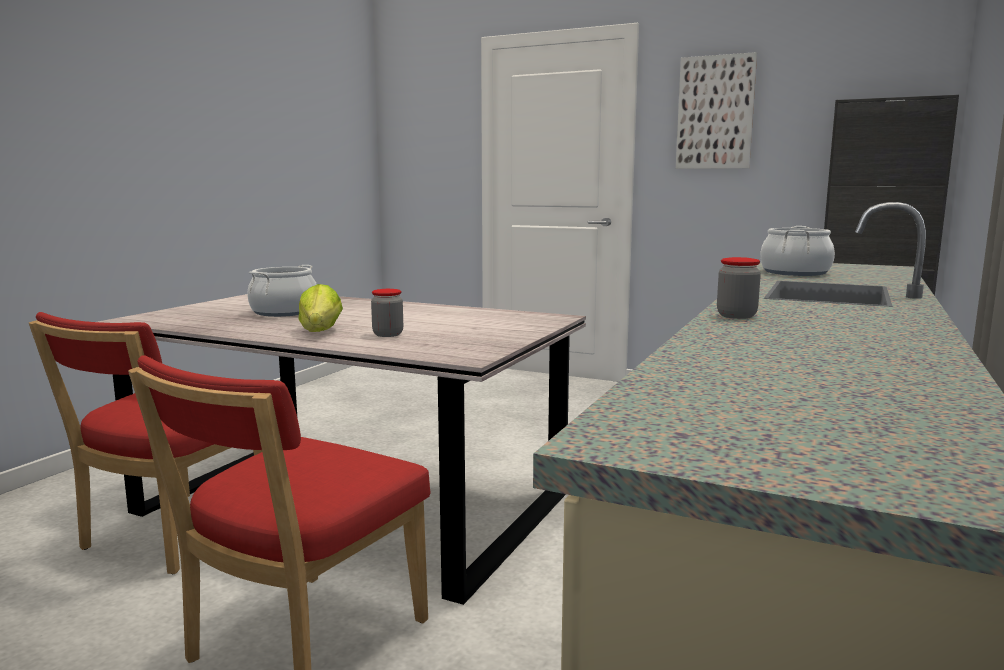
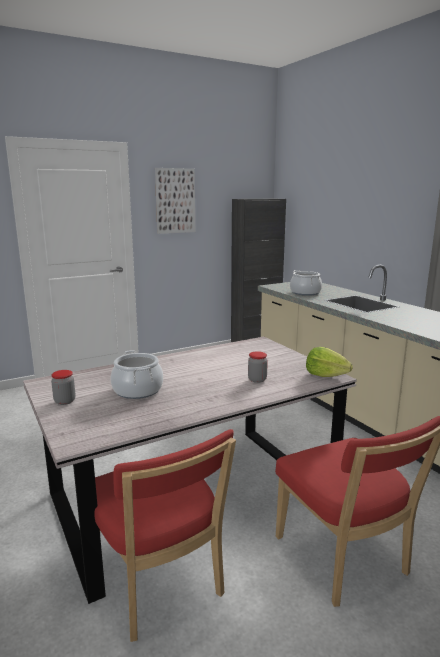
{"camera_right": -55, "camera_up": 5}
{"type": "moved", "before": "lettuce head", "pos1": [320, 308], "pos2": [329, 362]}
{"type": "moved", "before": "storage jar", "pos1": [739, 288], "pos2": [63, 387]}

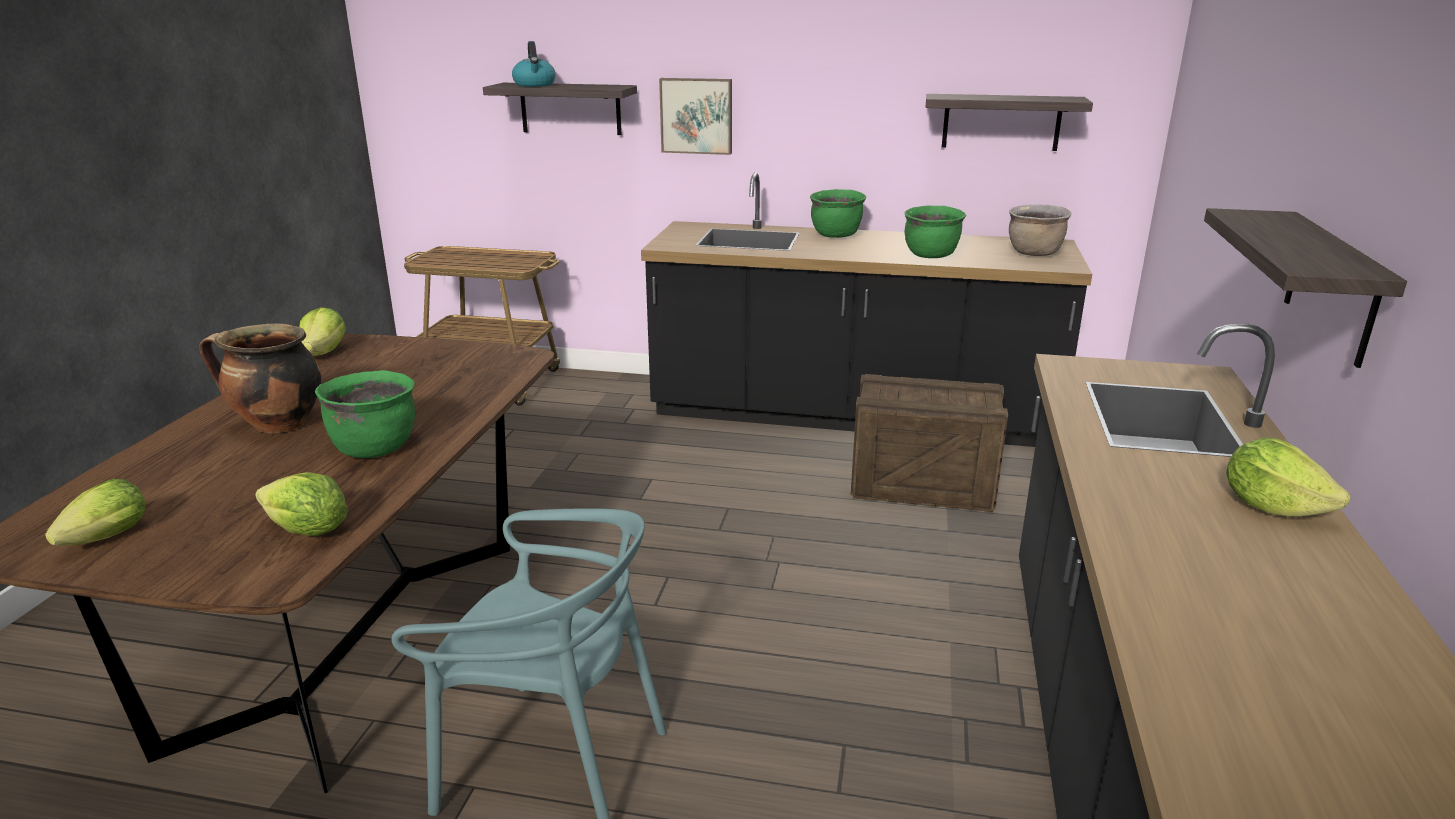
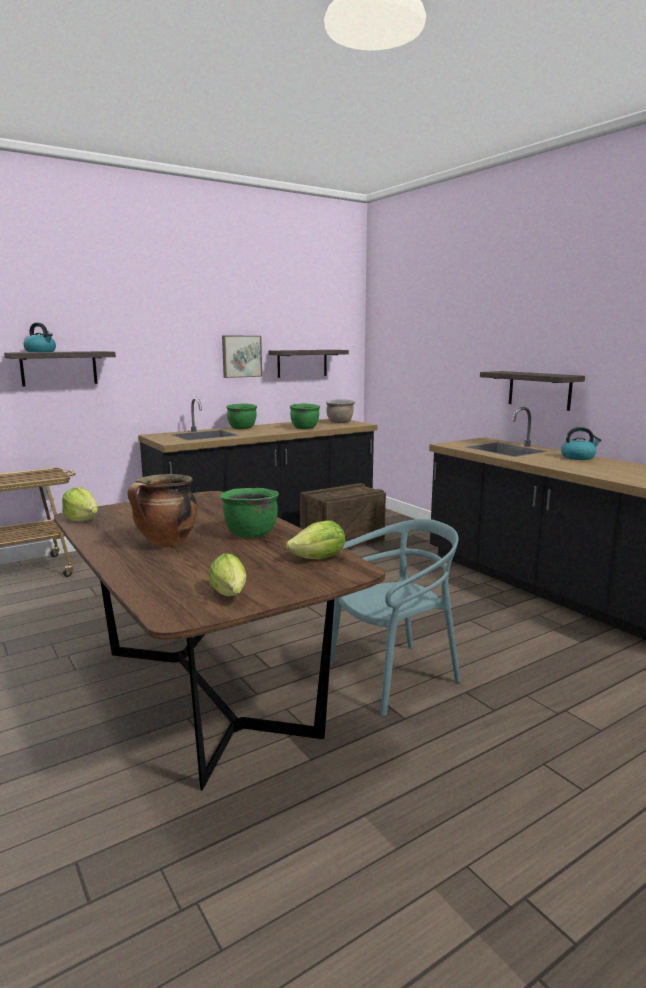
{"camera_right": -45, "camera_up": -10}
{"type": "moved", "before": "wall art", "pos1": [695, 116], "pos2": [242, 357]}
{"type": "replaced", "before": "lettuce head", "after": "kettle", "pos1": [1288, 477], "pos2": [581, 443]}

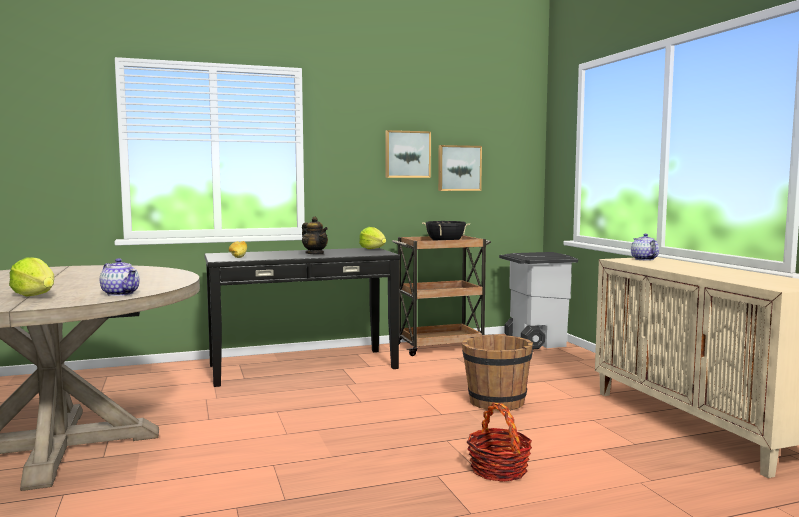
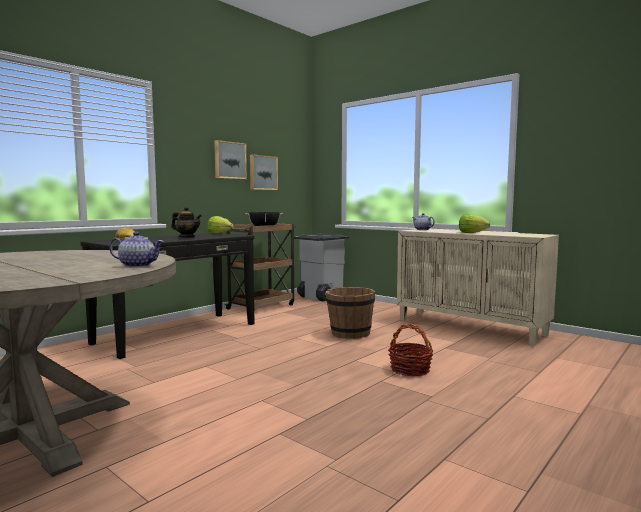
{"camera_right": -30, "camera_up": 0}
{"type": "moved", "before": "lettuce head", "pos1": [31, 277], "pos2": [474, 223]}

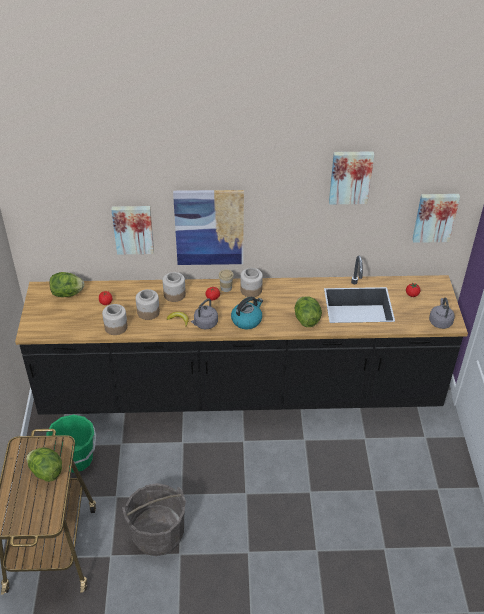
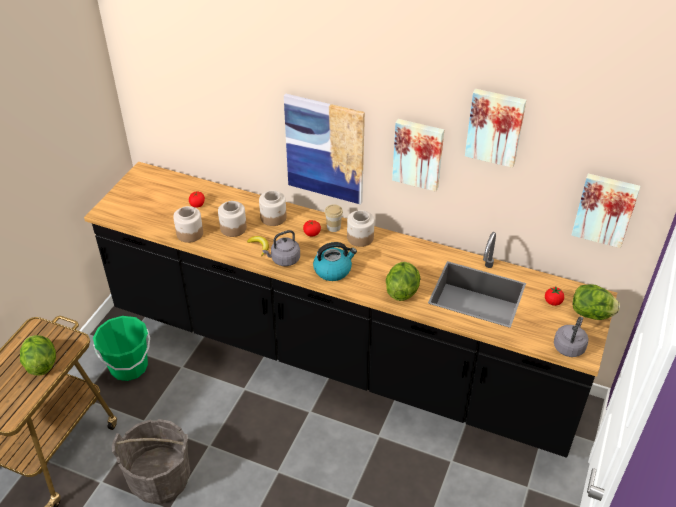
{"camera_right": 25, "camera_up": 0}
{"type": "moved", "before": "lettuce head", "pos1": [66, 284], "pos2": [596, 302]}
{"type": "moved", "before": "wall art", "pos1": [132, 230], "pos2": [418, 155]}

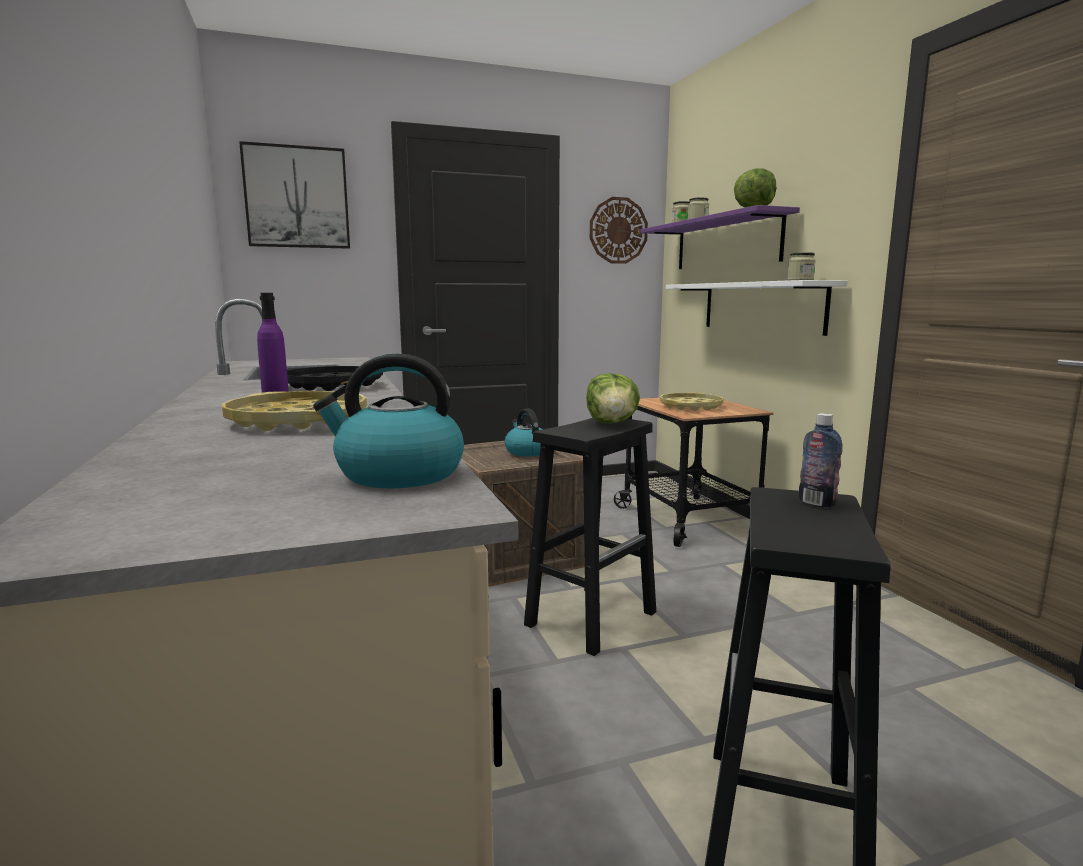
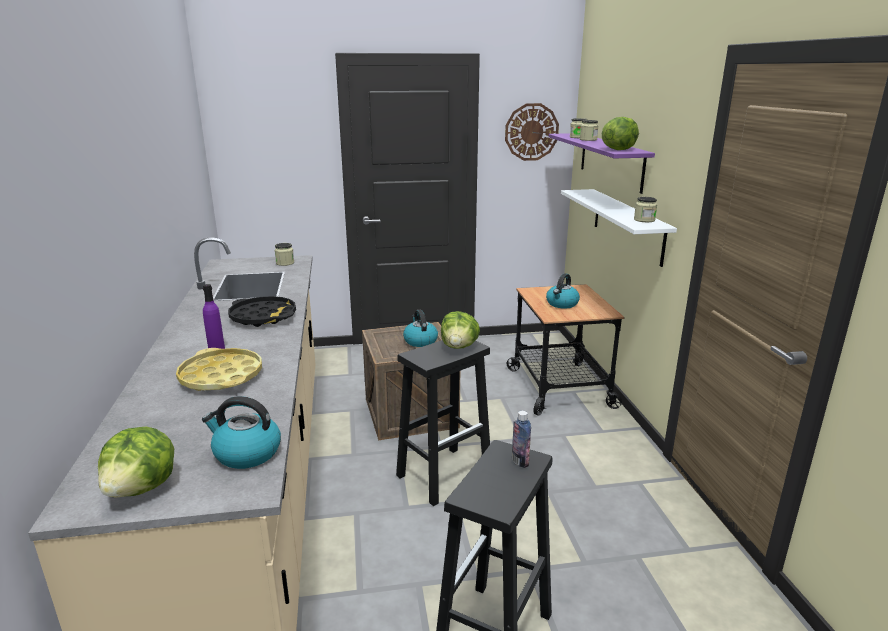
{"camera_right": 10, "camera_up": 10}
{"type": "removed", "before": "wall art", "pos1": [294, 195]}
{"type": "replaced", "before": "yellow carrying tray", "after": "kettle", "pos1": [692, 401], "pos2": [563, 291]}
{"type": "added", "after": "lettuce head", "pos2": [136, 462]}
{"type": "added", "after": "storage jar", "pos2": [284, 254]}

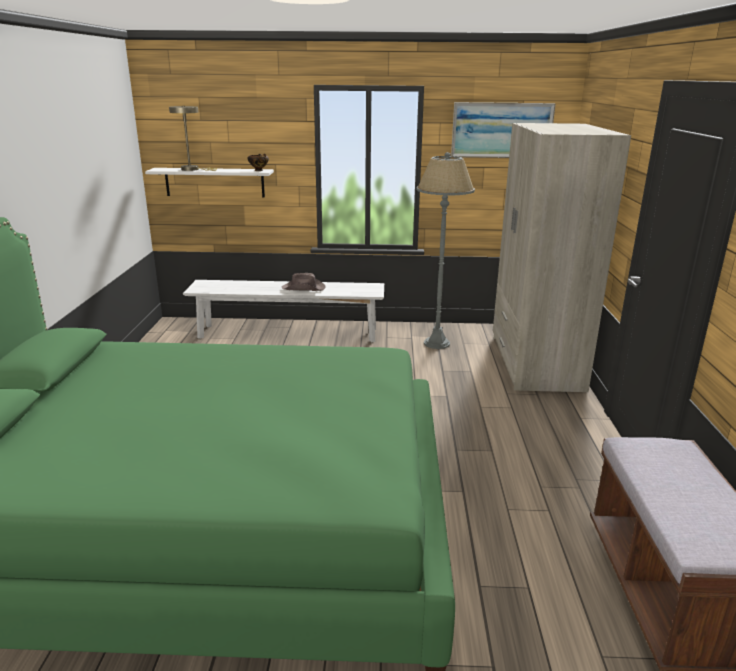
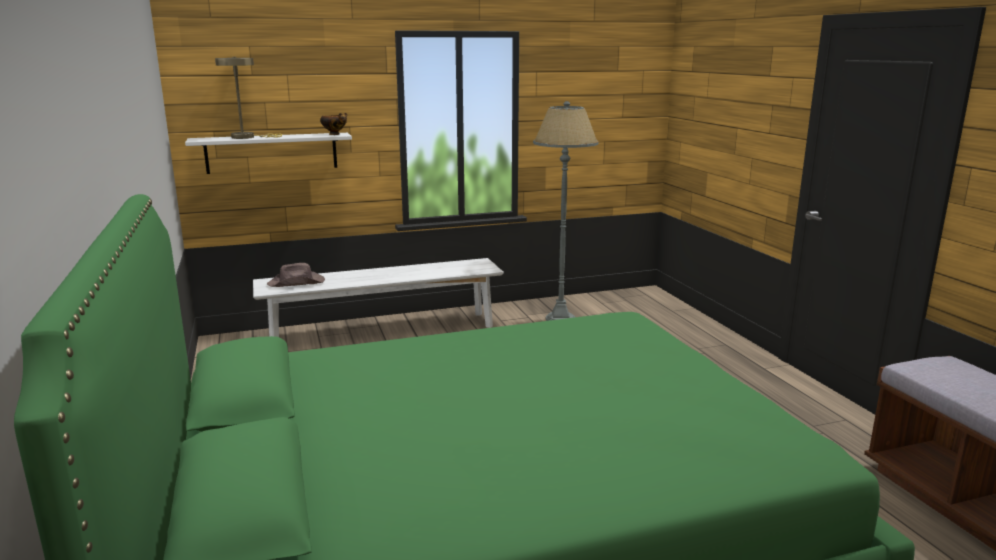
{"camera_right": -20, "camera_up": -5}
{"type": "moved", "before": "brown hat", "pos1": [304, 282], "pos2": [296, 275]}
{"type": "removed", "before": "wall art", "pos1": [503, 130]}
{"type": "removed", "before": "beige-coloured armoire", "pos1": [562, 257]}

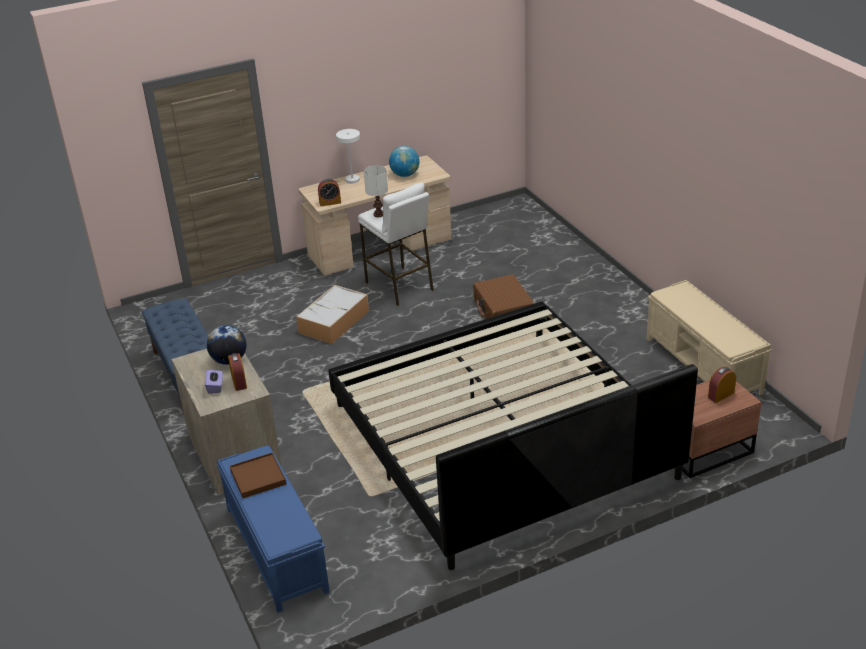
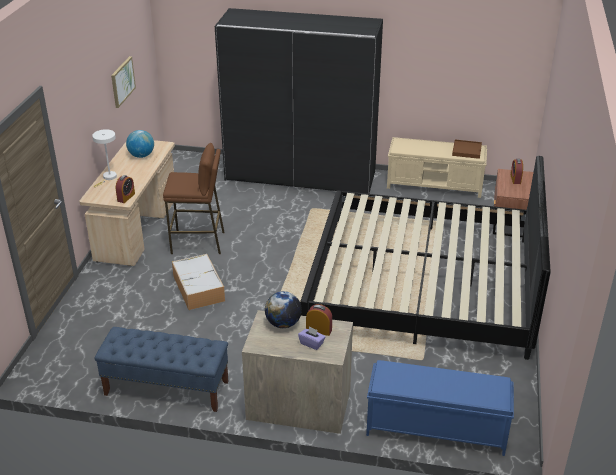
{"camera_right": -55, "camera_up": 0}
{"type": "moved", "before": "brown carrying tray", "pos1": [258, 475], "pos2": [467, 149]}
{"type": "recoloured", "before": "white-coloured sitting stool", "after": "brown sitting stool", "pos1": [396, 244], "pos2": [194, 198]}
{"type": "removed", "before": "white-coloured tabletop lamp", "pos1": [376, 191]}
{"type": "removed", "before": "brown suitcase", "pos1": [504, 296]}
{"type": "added", "after": "wall art", "pos2": [123, 82]}
{"type": "added", "after": "black-coloured armoire", "pos2": [299, 101]}

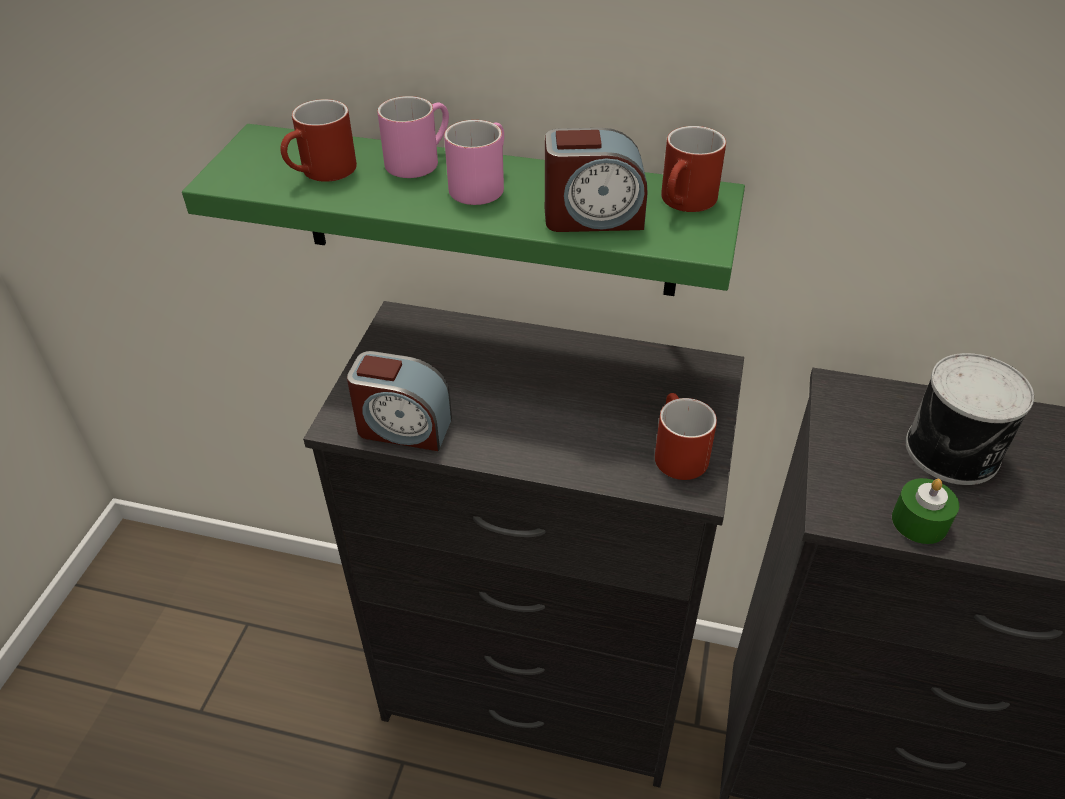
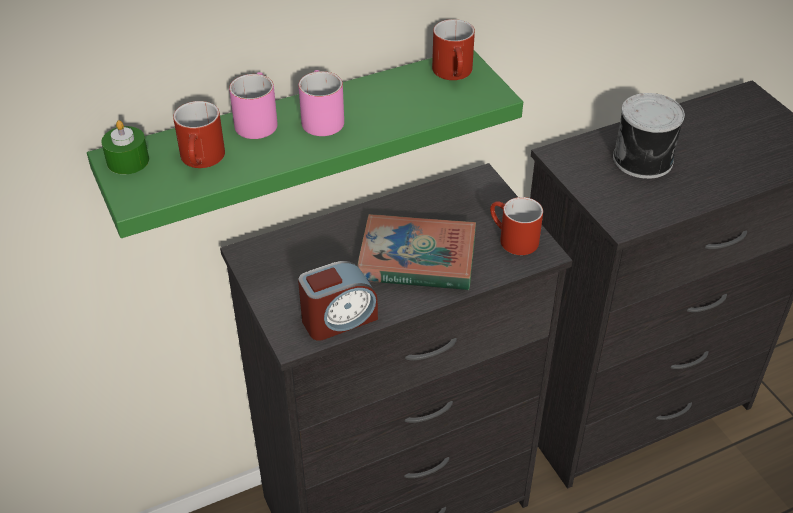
{"camera_right": -40, "camera_up": 0}
{"type": "removed", "before": "table clock", "pos1": [596, 180]}
{"type": "moved", "before": "green-coloured wax candle", "pos1": [925, 511], "pos2": [125, 147]}
{"type": "added", "after": "book", "pos2": [416, 252]}

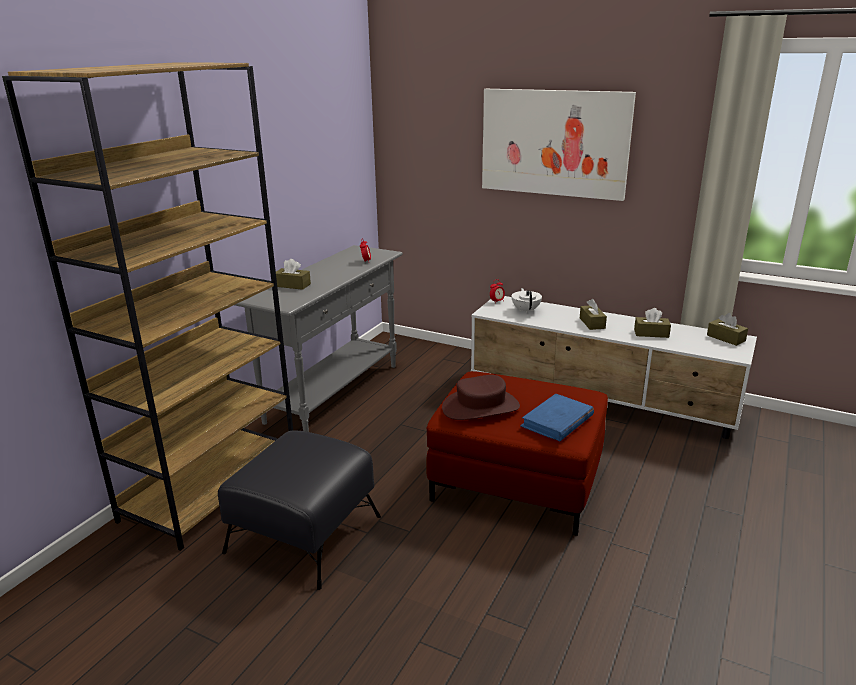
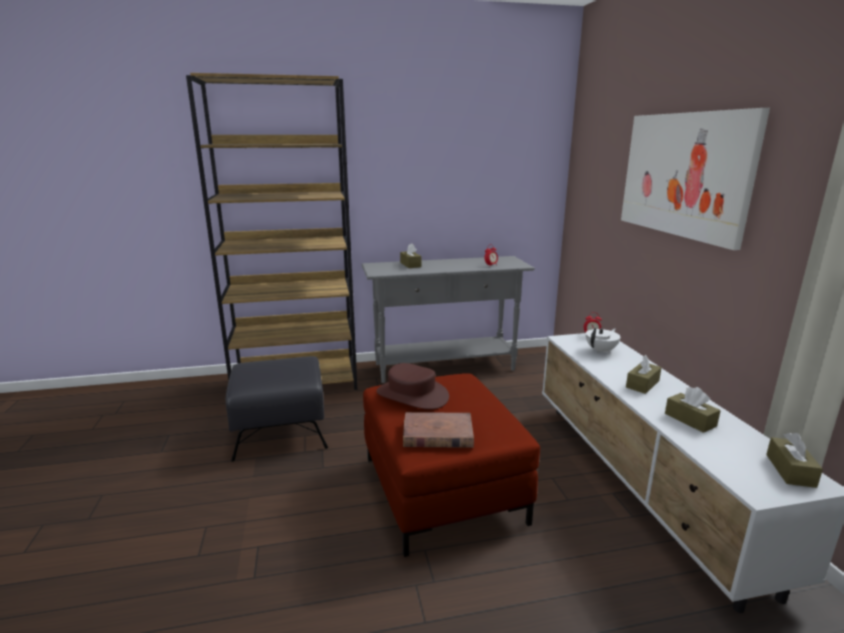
{"camera_right": 50, "camera_up": -5}
{"type": "recoloured", "before": "blue-coloured book", "after": "brown book", "pos1": [557, 417], "pos2": [438, 430]}

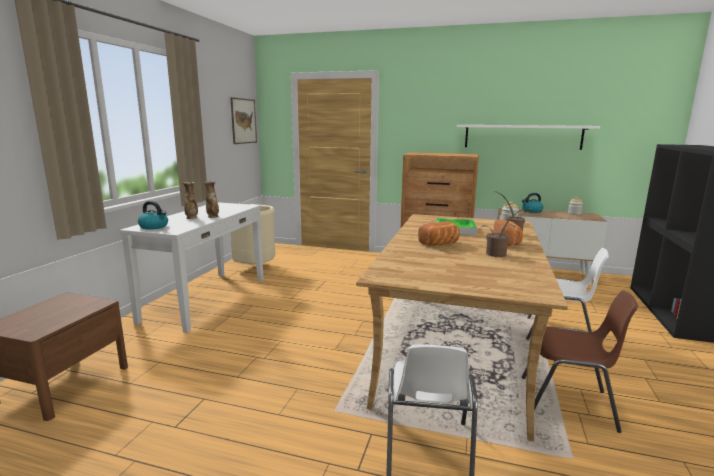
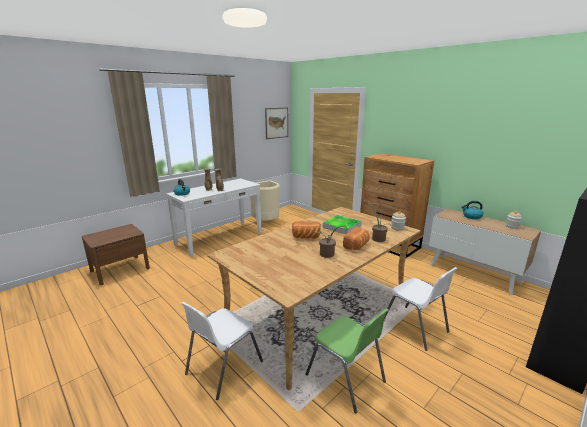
{"camera_right": 30, "camera_up": 5}
{"type": "removed", "before": "white-coloured wall shelf", "pos1": [528, 137]}
{"type": "recoloured", "before": "brown plain chair", "after": "green-coloured plain chair", "pos1": [580, 361], "pos2": [347, 360]}

